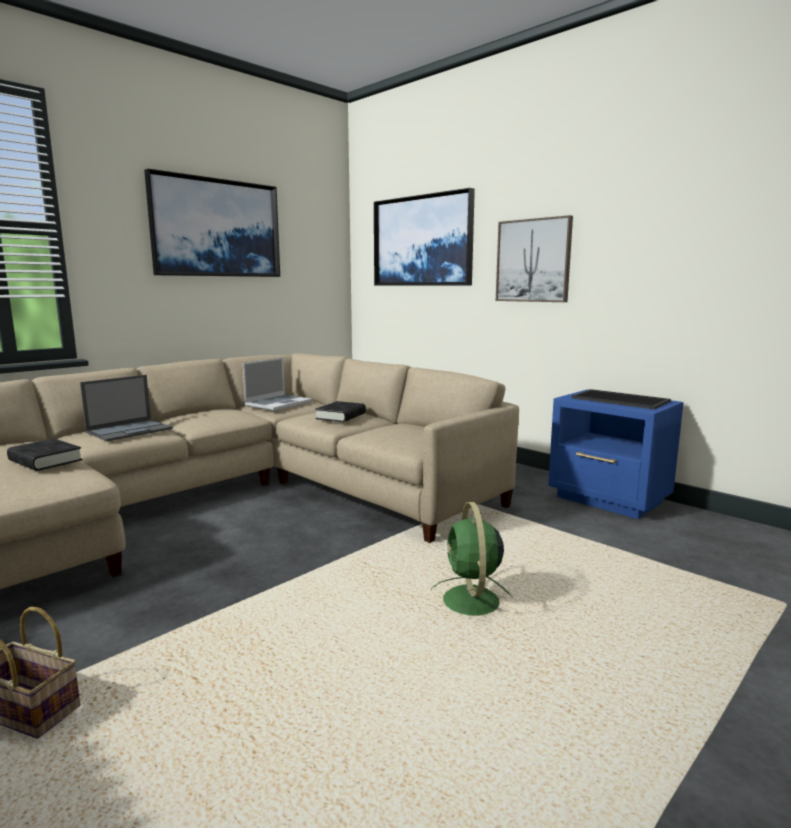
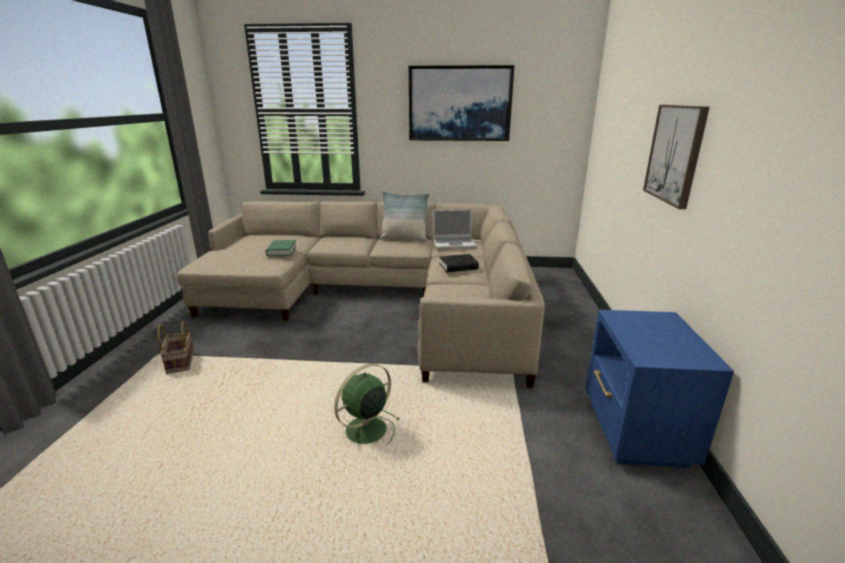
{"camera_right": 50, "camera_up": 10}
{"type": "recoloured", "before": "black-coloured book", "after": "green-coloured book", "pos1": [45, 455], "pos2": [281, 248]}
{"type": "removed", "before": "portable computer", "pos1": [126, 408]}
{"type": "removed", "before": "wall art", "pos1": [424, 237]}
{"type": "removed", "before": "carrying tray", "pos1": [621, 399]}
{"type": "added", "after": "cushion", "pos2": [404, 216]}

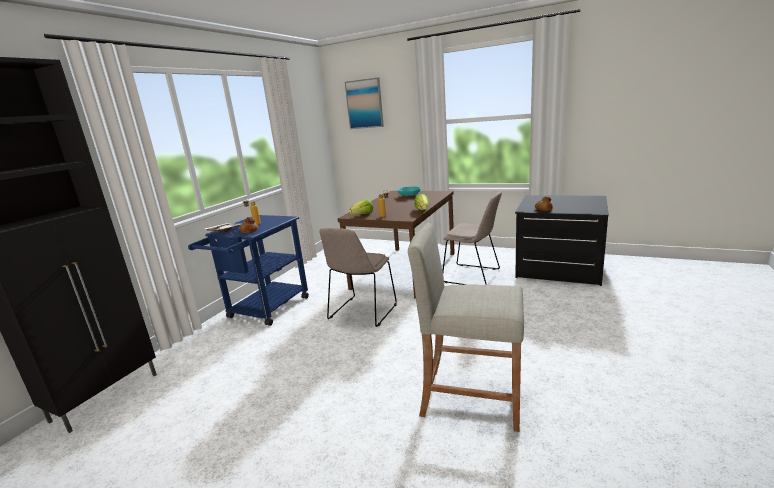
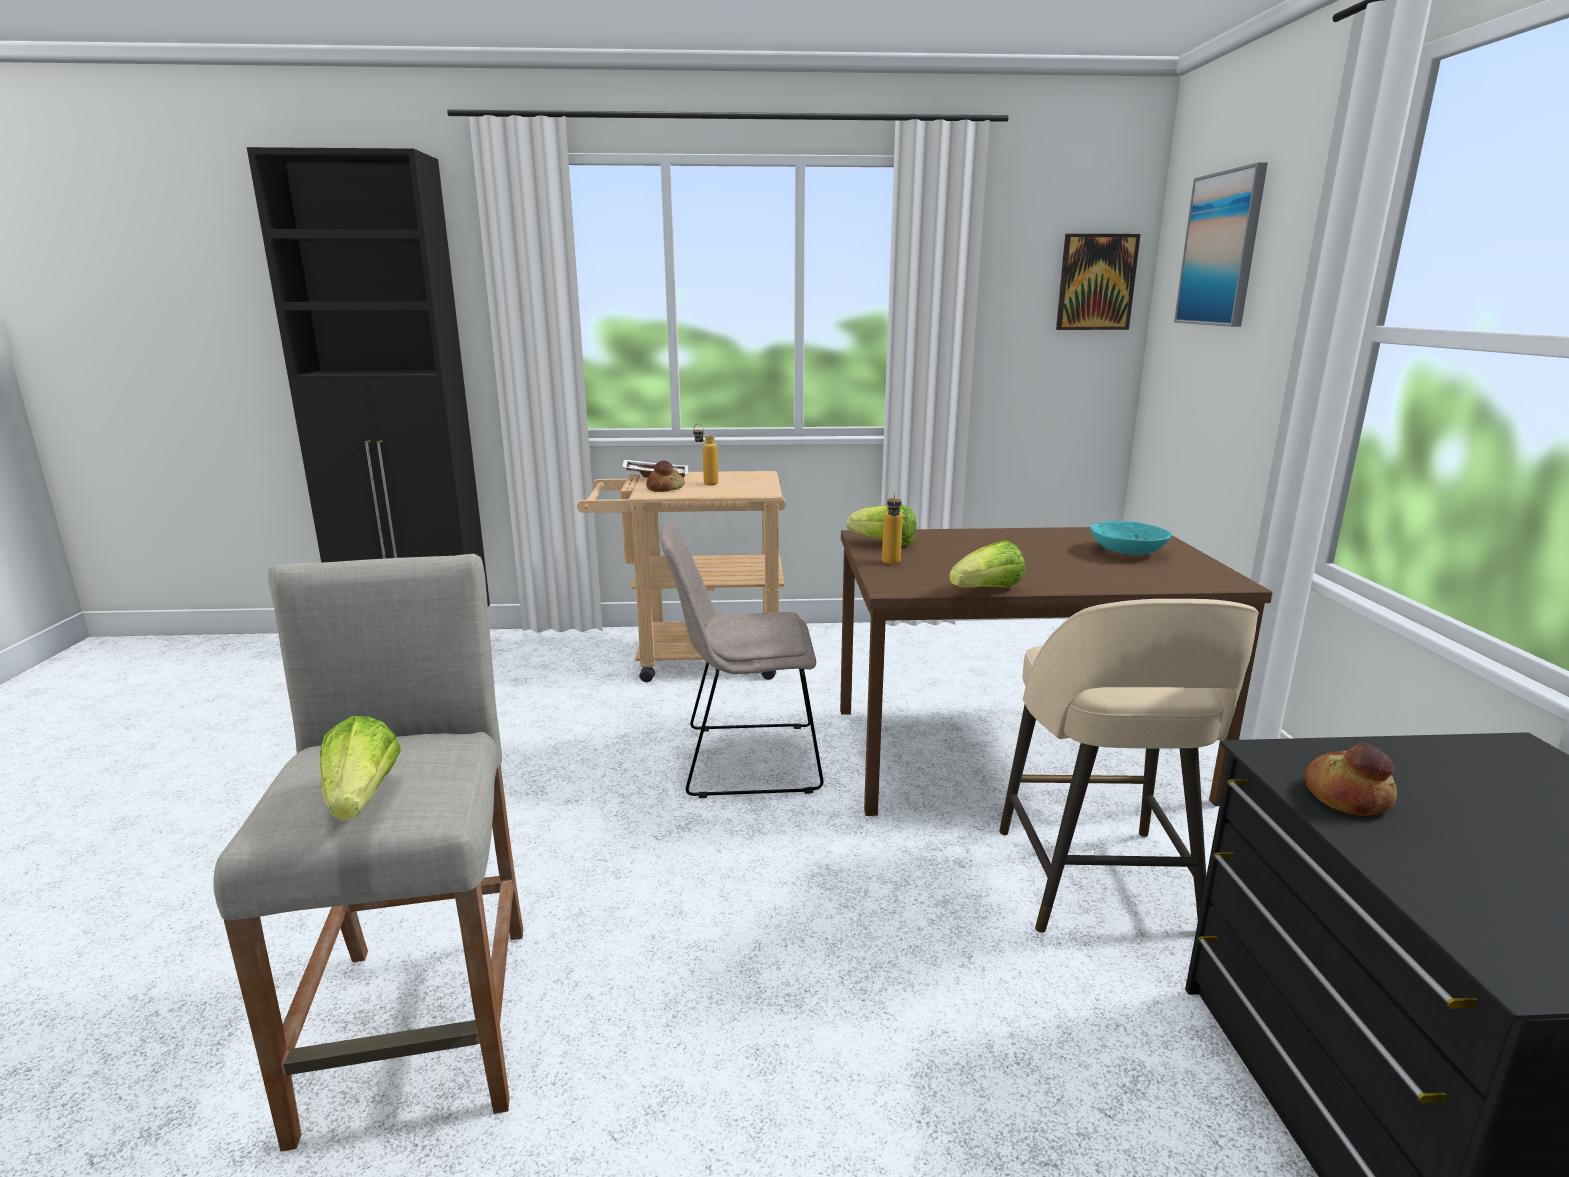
{"camera_right": 60, "camera_up": 0}
{"type": "recoloured", "before": "blue-coloured trolley", "after": "beige-coloured trolley", "pos1": [248, 270], "pos2": [681, 576]}
{"type": "replaced", "before": "beige-coloured plain chair", "after": "beige-coloured sitting stool", "pos1": [472, 238], "pos2": [1129, 766]}
{"type": "added", "after": "lettuce head", "pos2": [360, 768]}
{"type": "added", "after": "wall art", "pos2": [1098, 282]}

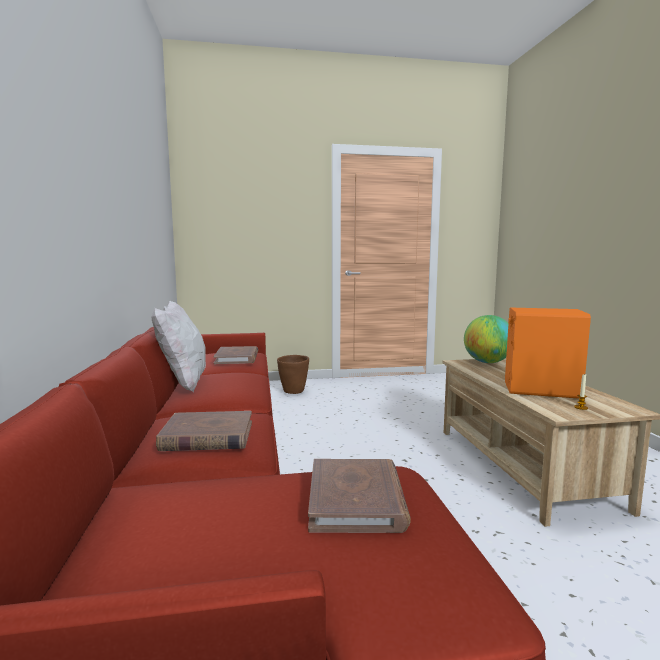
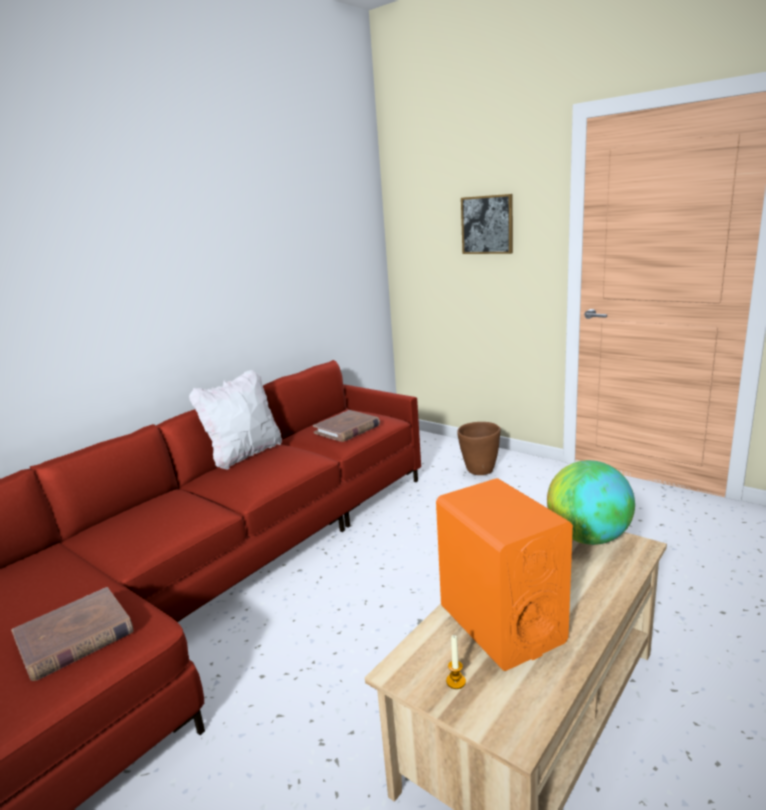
{"camera_right": 50, "camera_up": 10}
{"type": "removed", "before": "brown book", "pos1": [204, 431]}
{"type": "added", "after": "wall art", "pos2": [487, 224]}

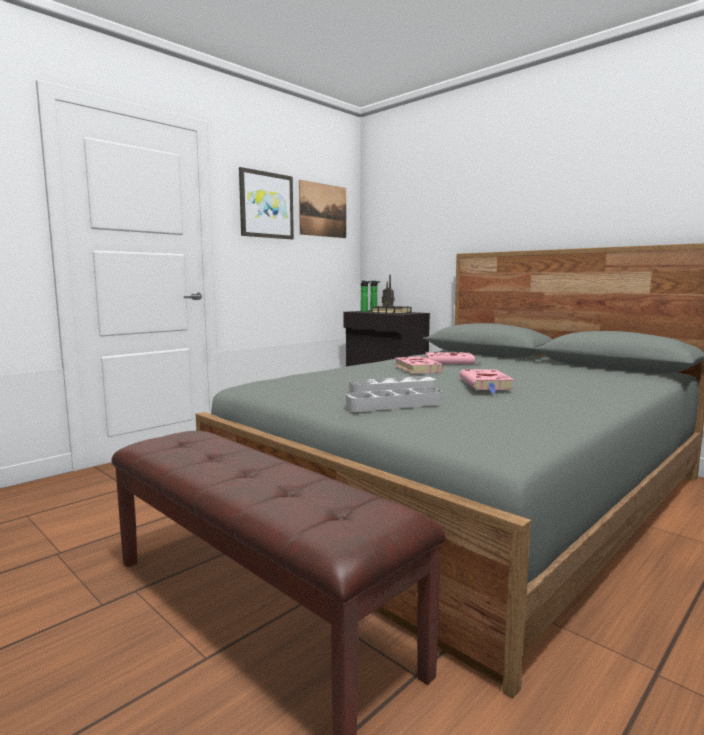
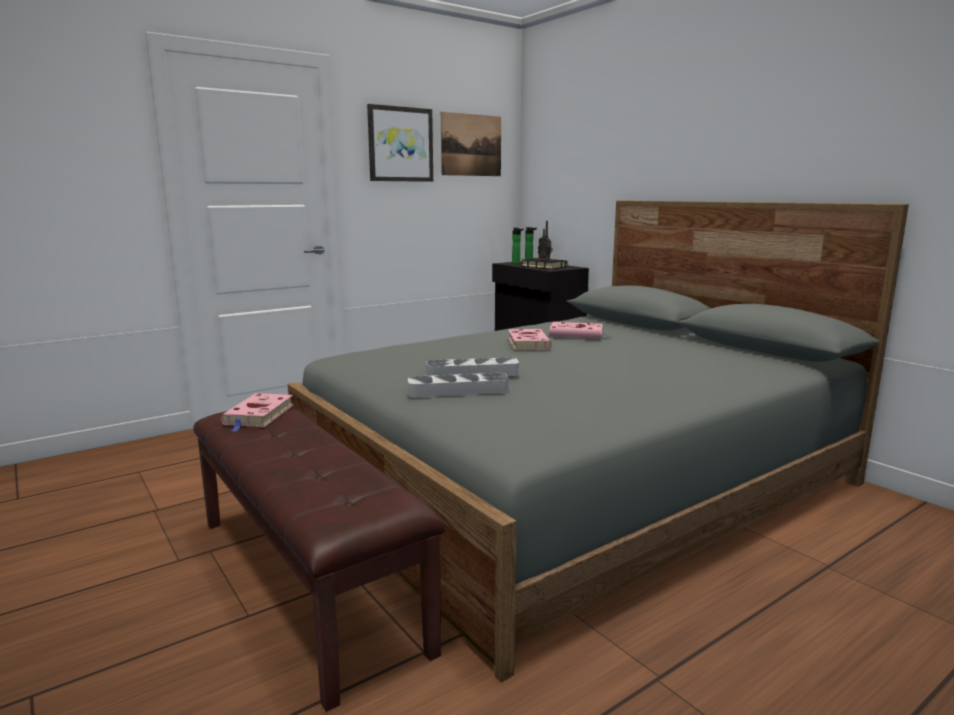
{"camera_right": 10, "camera_up": 5}
{"type": "moved", "before": "pink book", "pos1": [487, 381], "pos2": [257, 412]}

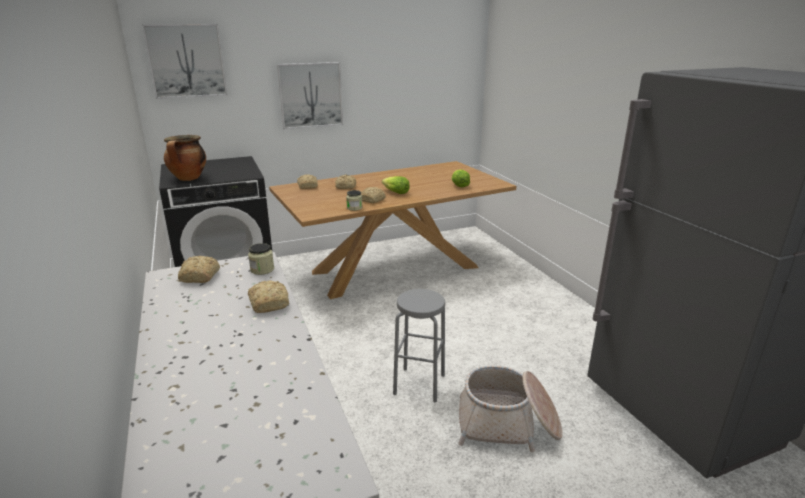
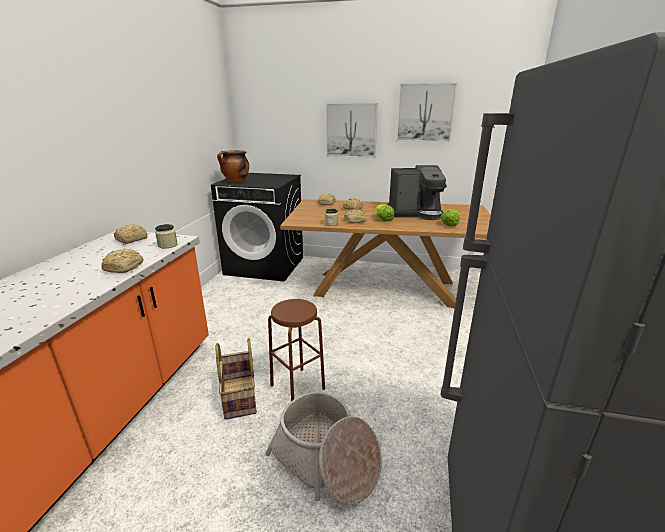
{"camera_right": 35, "camera_up": 0}
{"type": "moved", "before": "wall art", "pos1": [184, 61], "pos2": [426, 112]}
{"type": "recoloured", "before": "greyish sitting stool", "after": "brown sitting stool", "pos1": [419, 345], "pos2": [296, 350]}
{"type": "added", "after": "household basket", "pos2": [236, 379]}
{"type": "added", "after": "coffee brewer", "pos2": [417, 192]}

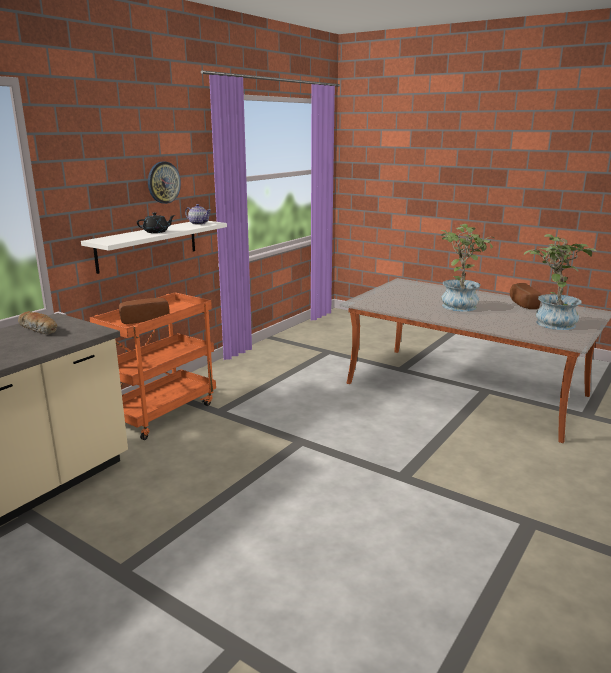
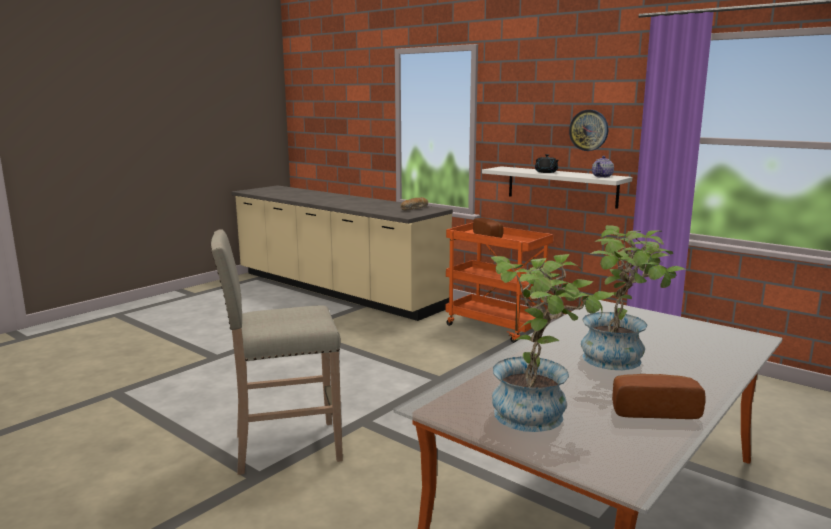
{"camera_right": 95, "camera_up": -5}
{"type": "added", "after": "beige-coloured sitting stool", "pos2": [276, 352]}

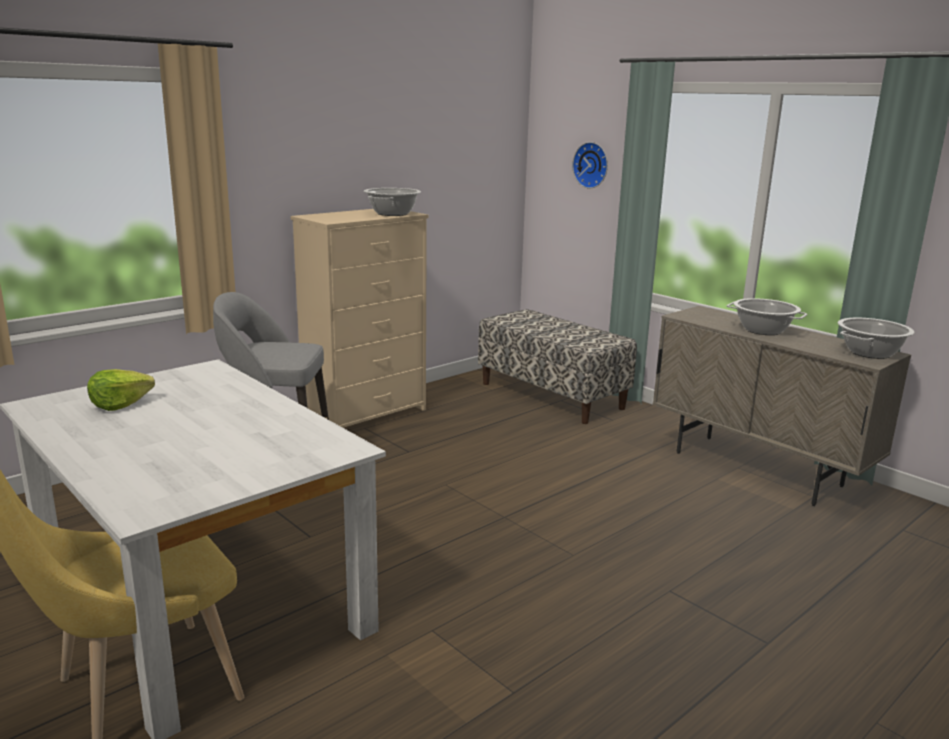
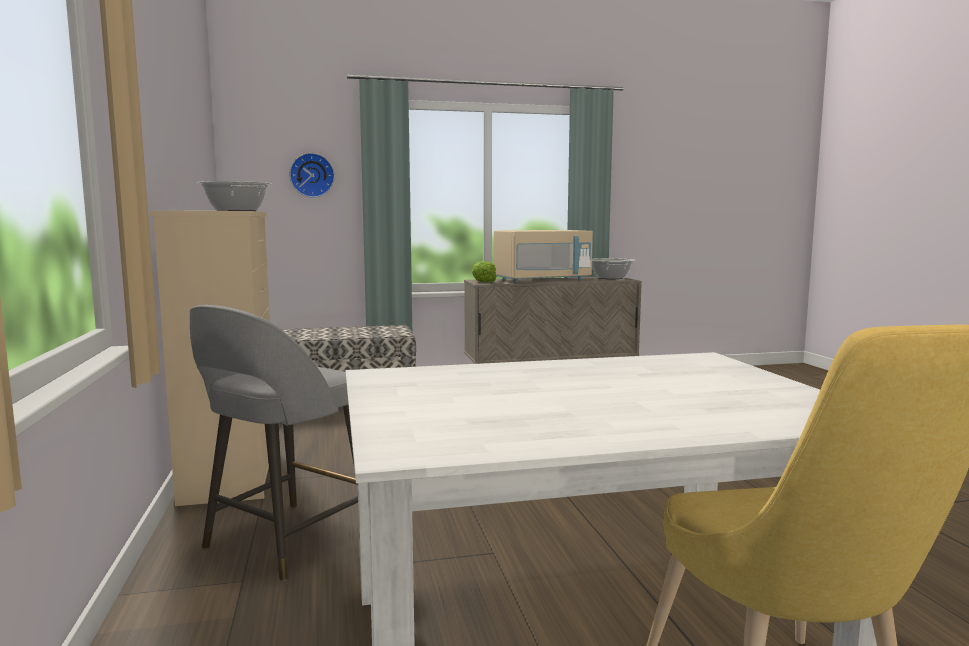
{"camera_right": -60, "camera_up": -10}
{"type": "moved", "before": "lettuce head", "pos1": [121, 390], "pos2": [484, 272]}
{"type": "replaced", "before": "saucepot", "after": "beige-coloured microwave oven", "pos1": [767, 316], "pos2": [543, 256]}

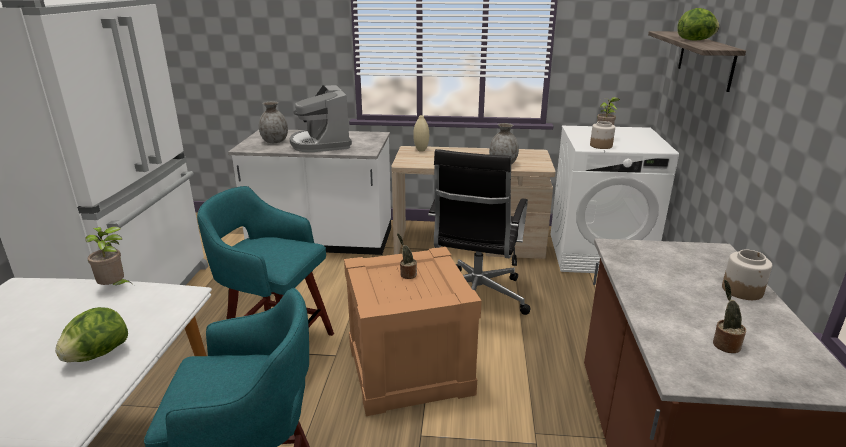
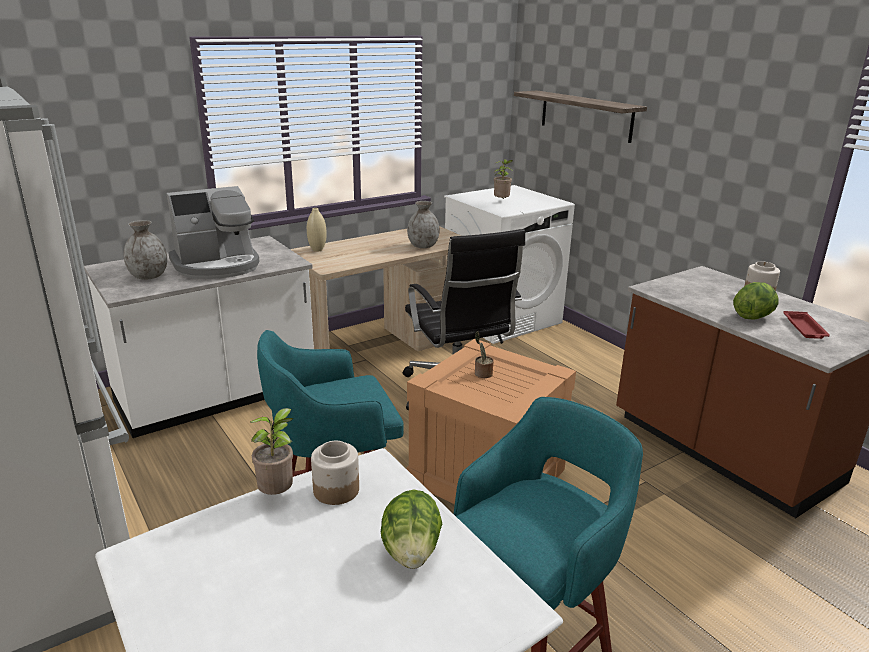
{"camera_right": -40, "camera_up": 0}
{"type": "turned", "before": "coffee brewer", "pos1": [321, 118], "pos2": [213, 232], "turn": -60}
{"type": "moved", "before": "storage jar", "pos1": [602, 135], "pos2": [335, 473]}
{"type": "moved", "before": "lettuce head", "pos1": [698, 24], "pos2": [755, 300]}
{"type": "replaced", "before": "plant in a pot", "after": "reddish carrying tray", "pos1": [729, 316], "pos2": [806, 325]}

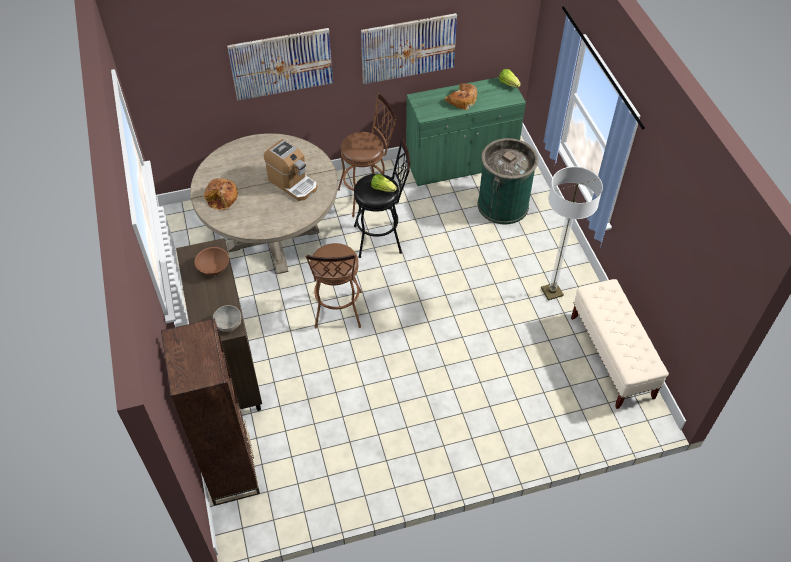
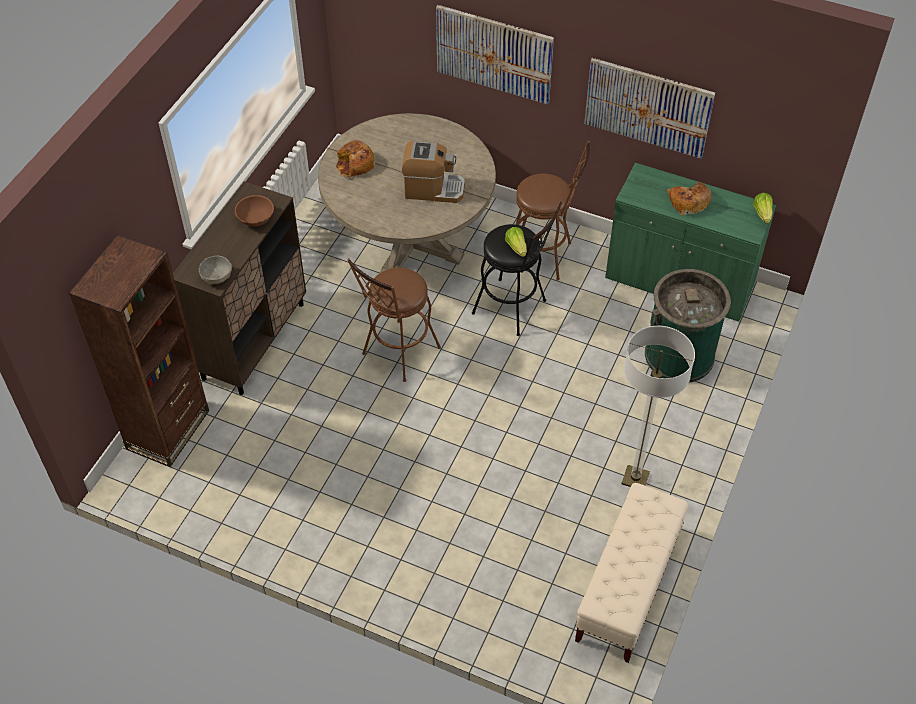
{"camera_right": 40, "camera_up": 0}
{"type": "turned", "before": "coffee brewer", "pos1": [290, 170], "pos2": [433, 172], "turn": -75}

